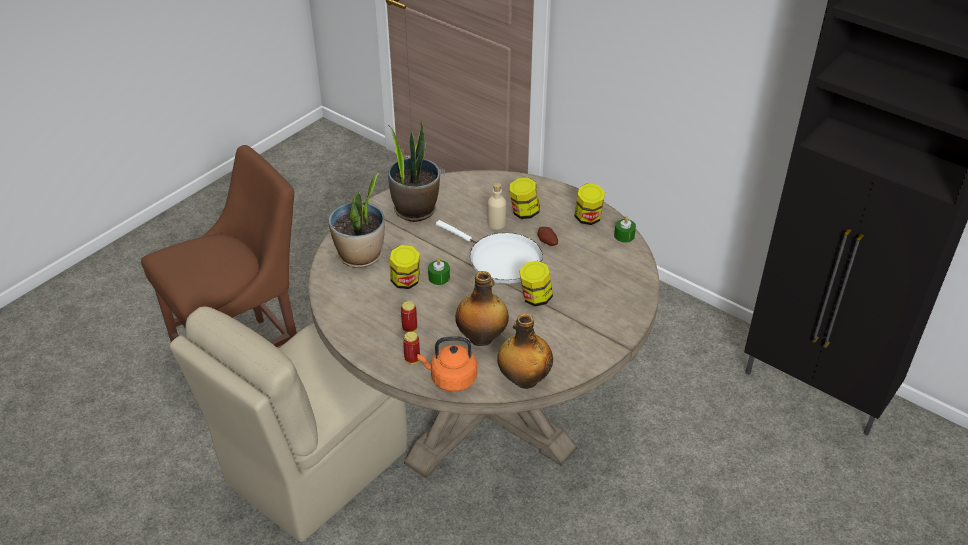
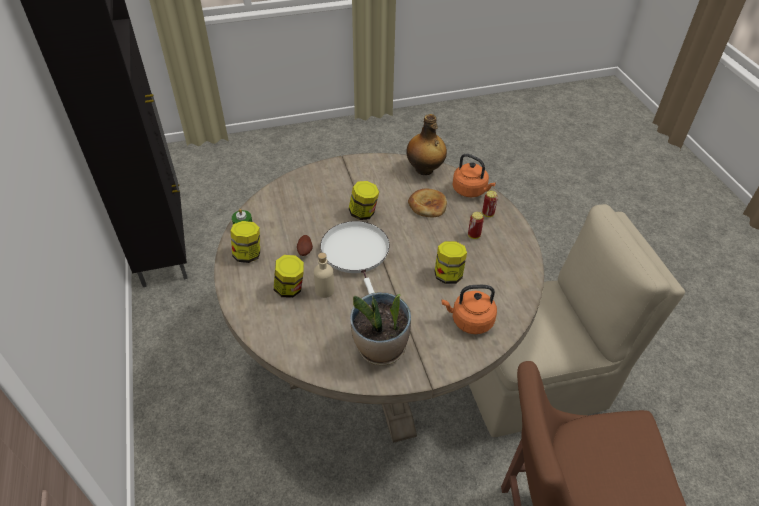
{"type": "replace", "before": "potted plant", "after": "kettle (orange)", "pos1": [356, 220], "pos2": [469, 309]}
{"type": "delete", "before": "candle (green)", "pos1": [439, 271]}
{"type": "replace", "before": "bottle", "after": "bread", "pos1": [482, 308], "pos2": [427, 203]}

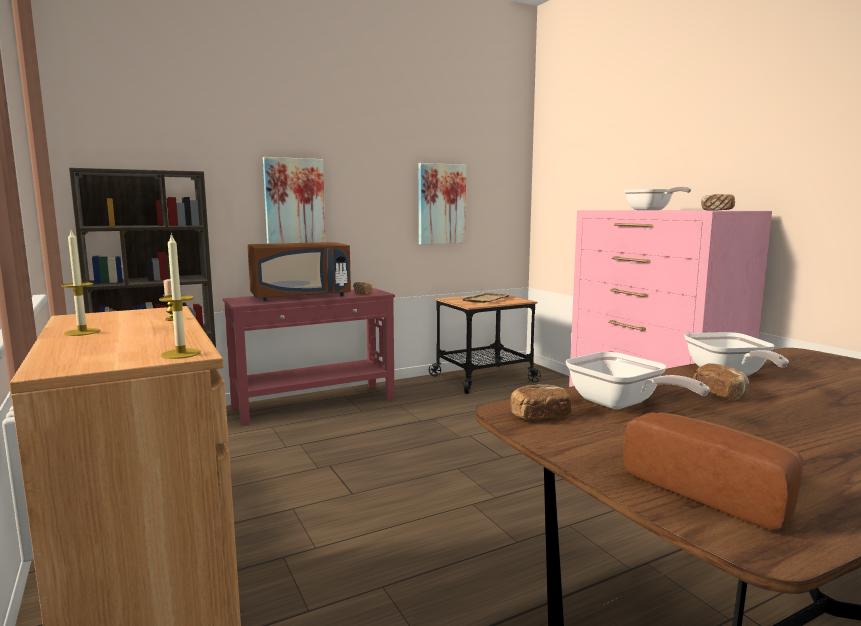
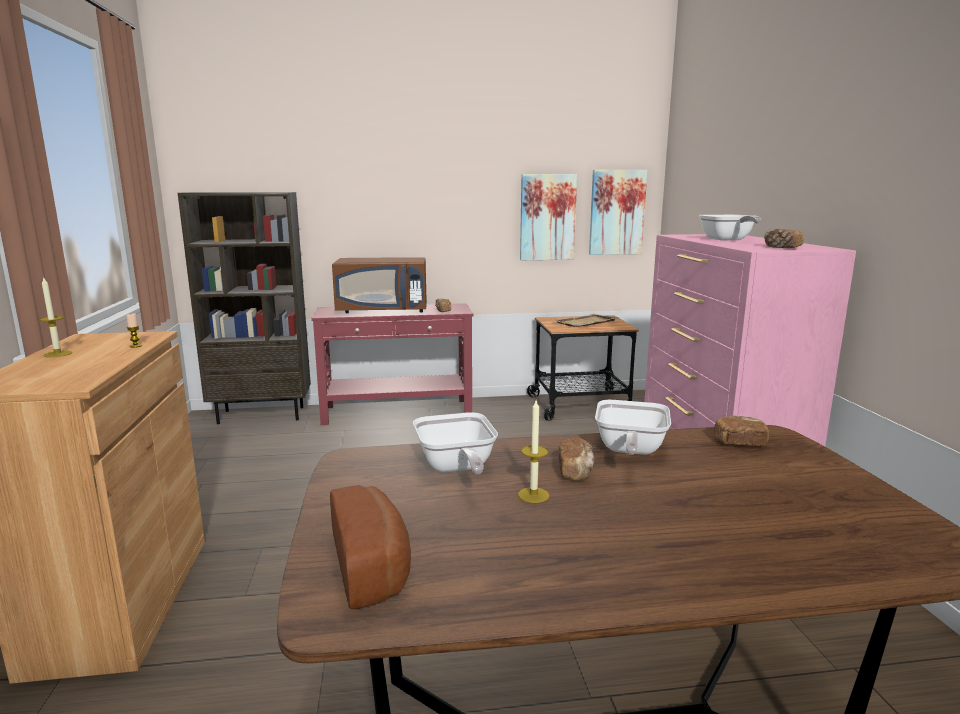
{"type": "move", "before": "picture", "pos1": [294, 200], "pos2": [618, 212]}
{"type": "move", "before": "candle", "pos1": [180, 296], "pos2": [533, 451]}
{"type": "move", "before": "bread", "pos1": [541, 402], "pos2": [741, 431]}

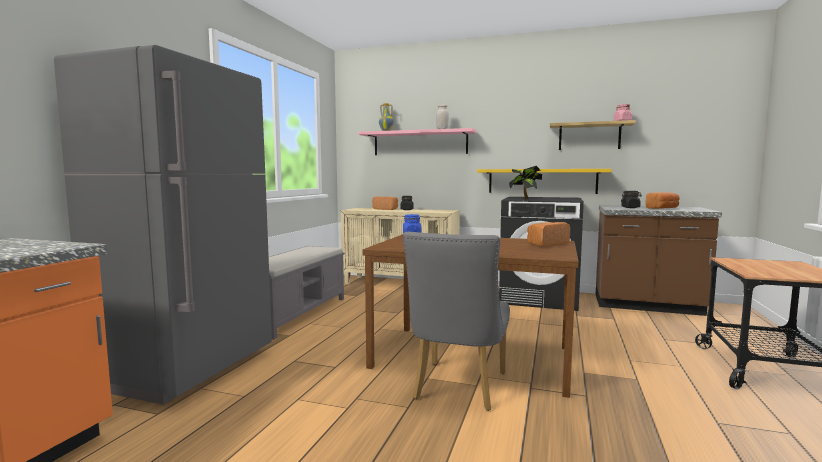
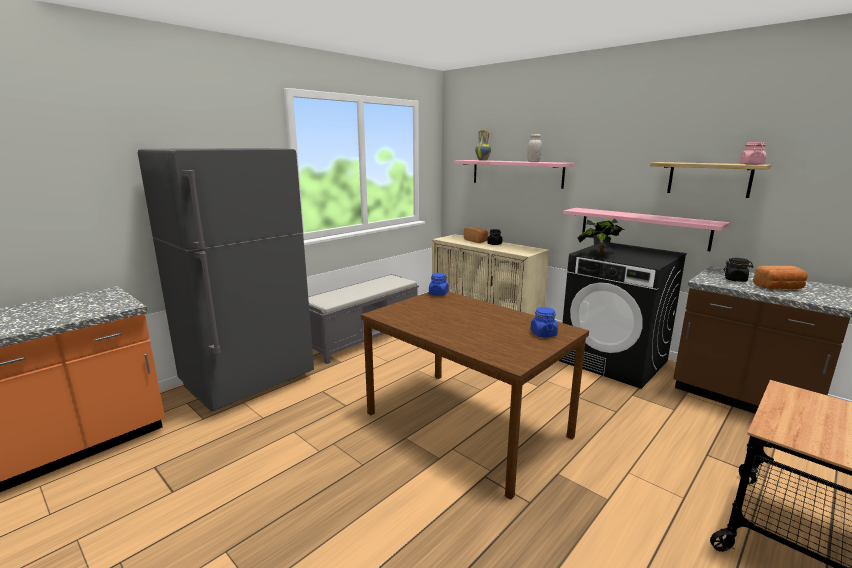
{"type": "recolor", "before": "shelf (yellow)", "after": "shelf (pink)", "pos1": [544, 181], "pos2": [646, 229]}
{"type": "replace", "before": "bread", "after": "jar (blue)", "pos1": [548, 234], "pos2": [544, 322]}
{"type": "delete", "before": "chair (grey)", "pos1": [456, 321]}

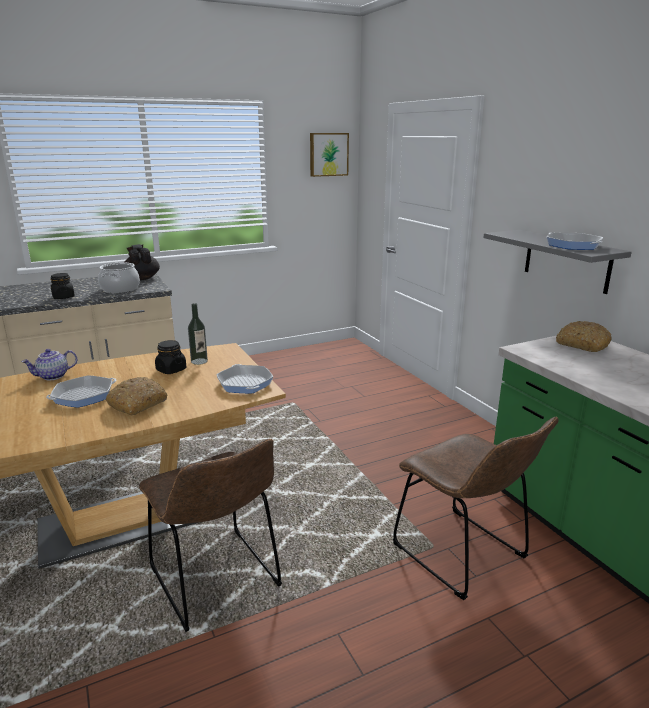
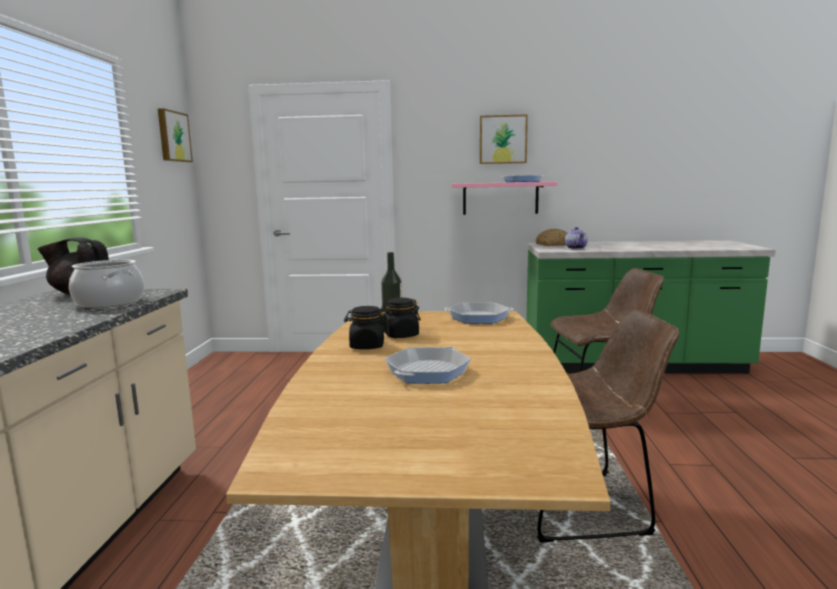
{"type": "recolor", "before": "shelf (grey)", "after": "shelf (pink)", "pos1": [557, 262], "pos2": [504, 198]}
{"type": "move", "before": "jar (black)", "pos1": [62, 286], "pos2": [366, 327]}
{"type": "move", "before": "teapot", "pos1": [49, 364], "pos2": [576, 238]}
{"type": "rotate", "before": "frying pan", "pos1": [81, 391], "pos2": [428, 365], "turn": 45}
{"type": "delete", "before": "bread", "pos1": [136, 396]}
{"type": "insert", "after": "picture", "pos2": [504, 139]}

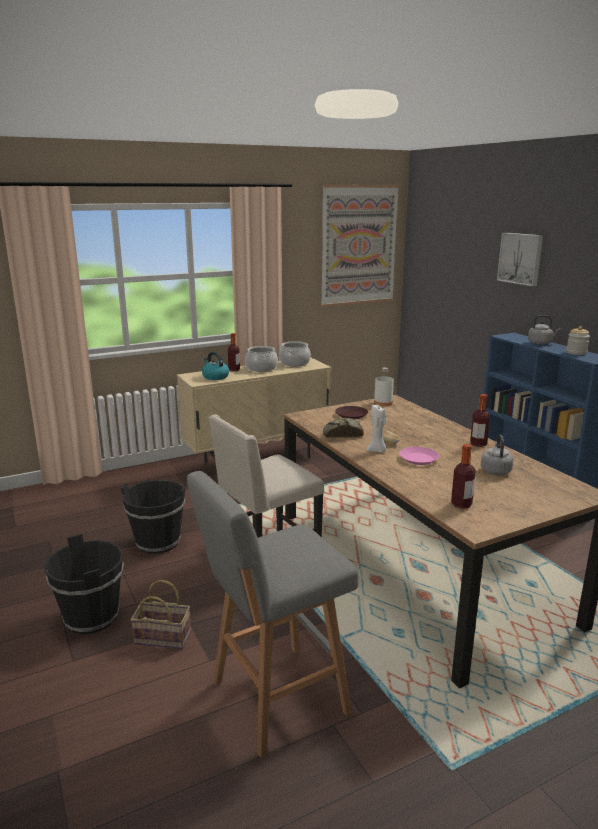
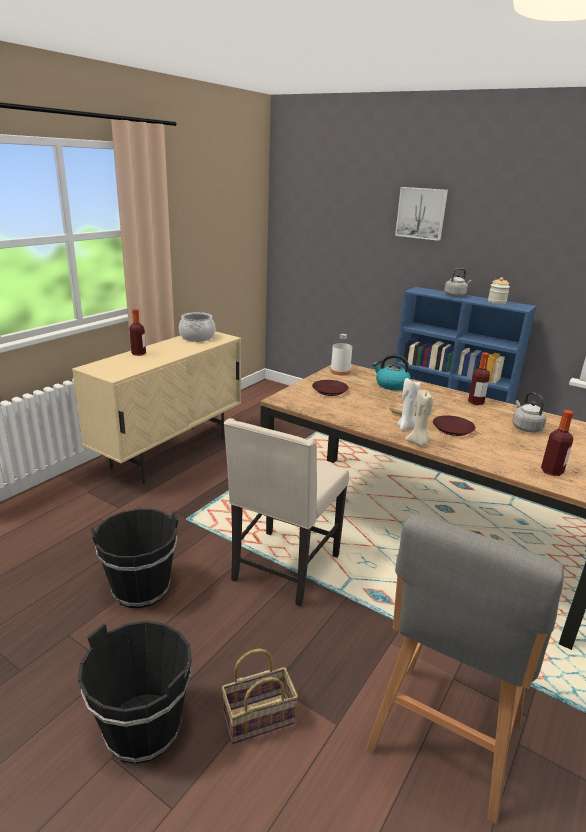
{"type": "delete", "before": "picture", "pos1": [360, 246]}
{"type": "delete", "before": "cooking pot", "pos1": [261, 359]}
{"type": "move", "before": "kettle", "pos1": [215, 366], "pos2": [391, 372]}
{"type": "delete", "before": "bread", "pos1": [343, 428]}
{"type": "recolor", "before": "plate (pink)", "after": "plate (brown)", "pos1": [419, 456], "pos2": [454, 425]}
{"type": "insert", "after": "candle (beige)", "pos2": [419, 418]}

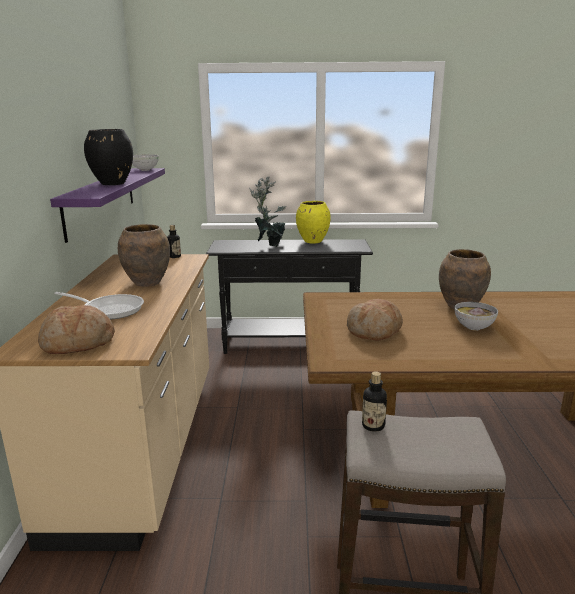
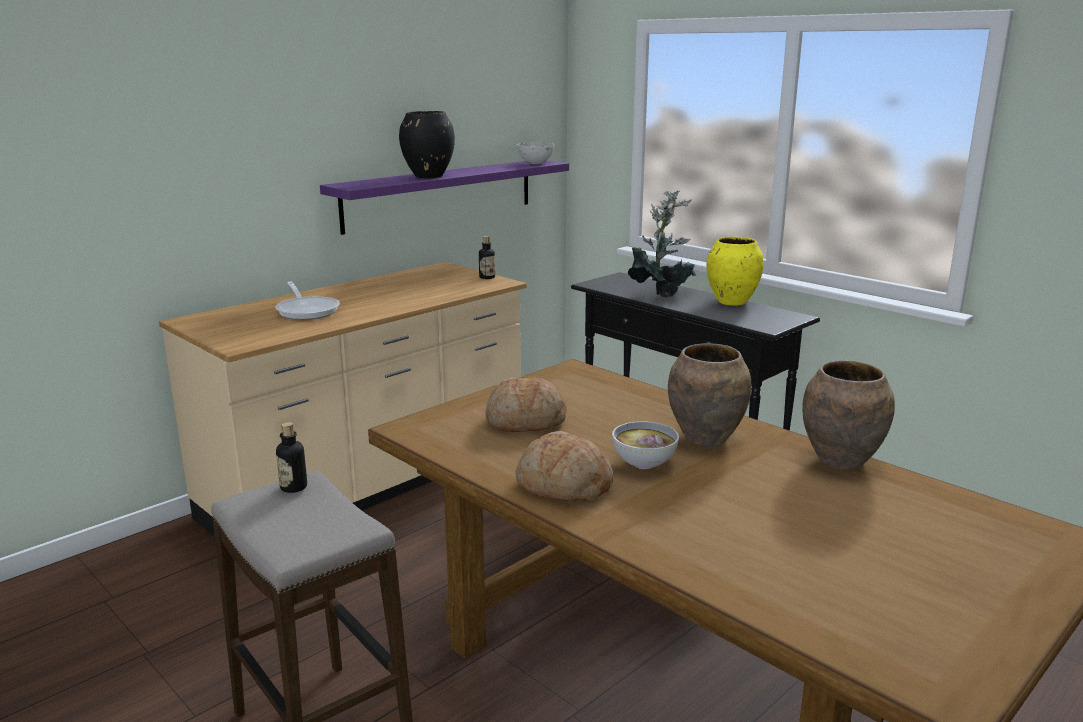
{"type": "move", "before": "vase (brown)", "pos1": [144, 255], "pos2": [848, 415]}
{"type": "move", "before": "bread", "pos1": [76, 329], "pos2": [564, 466]}

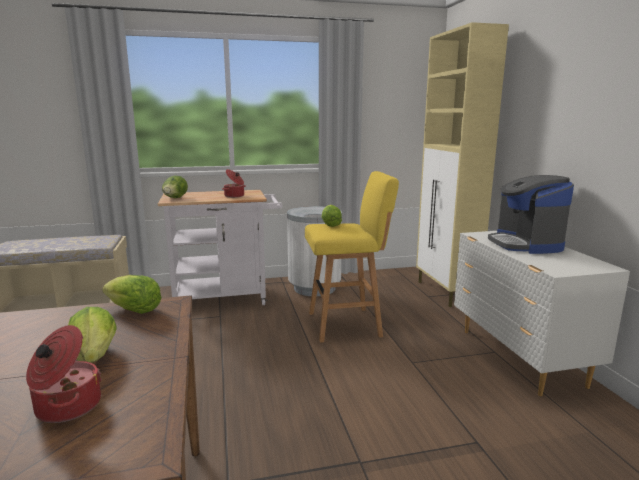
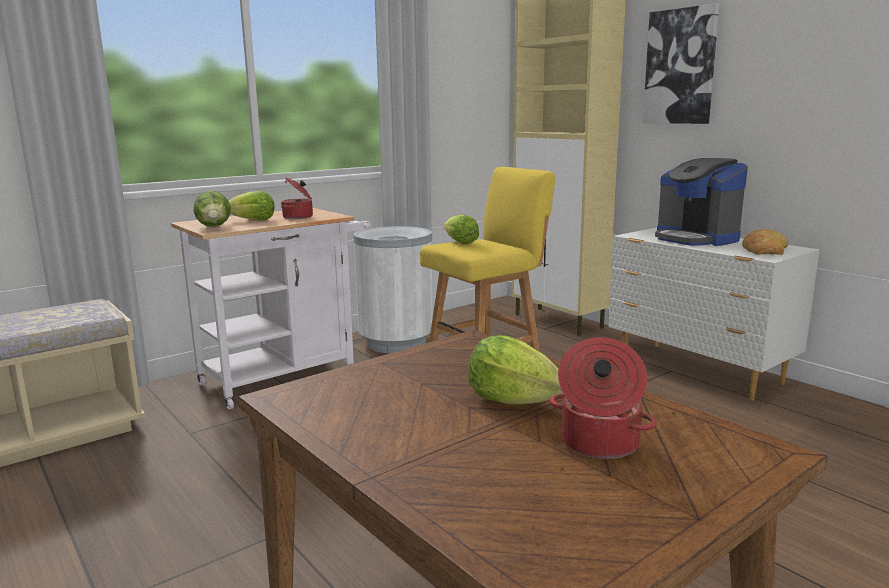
{"type": "move", "before": "lettuce", "pos1": [132, 294], "pos2": [251, 206]}
{"type": "insert", "after": "picture", "pos2": [681, 63]}
{"type": "insert", "after": "bread", "pos2": [765, 242]}

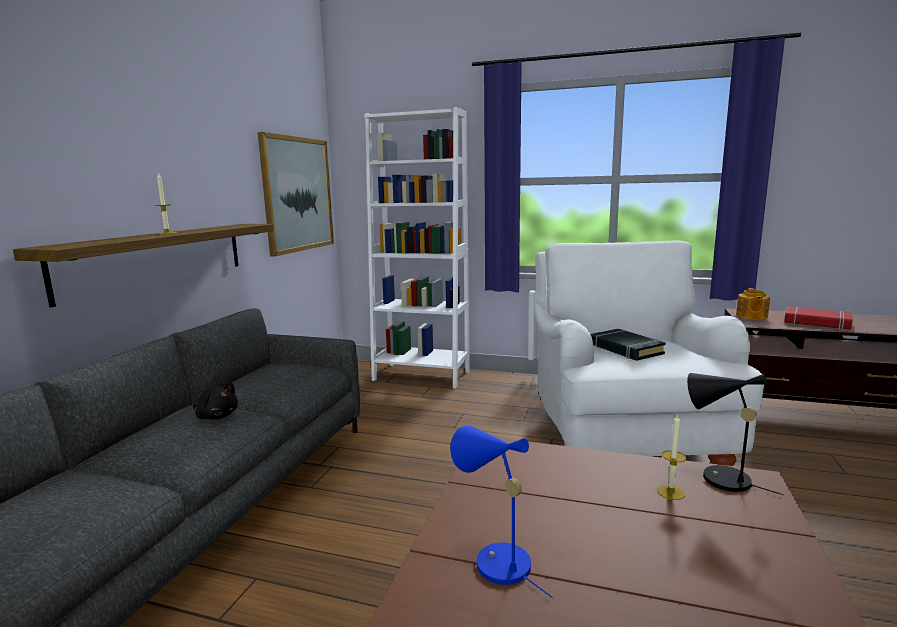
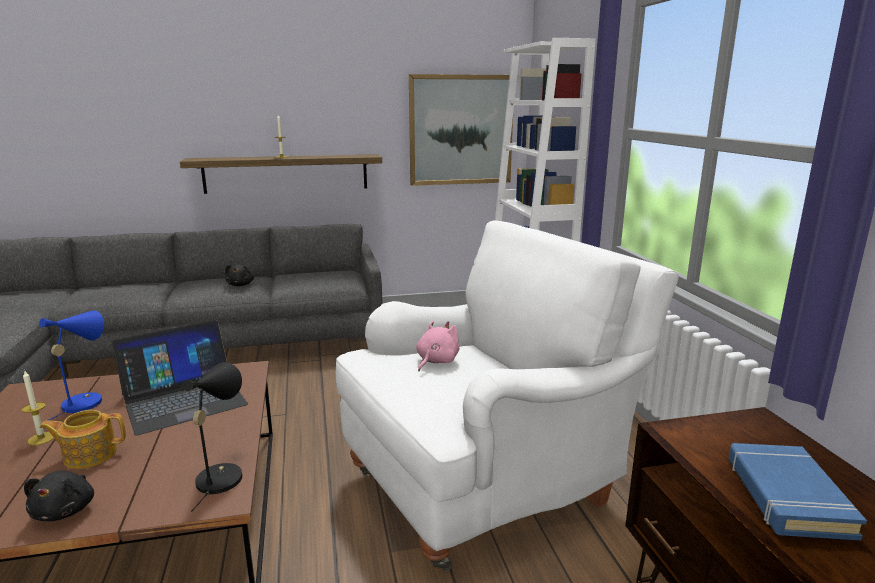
{"type": "move", "before": "teapot", "pos1": [753, 304], "pos2": [83, 439]}
{"type": "recolor", "before": "book (red)", "after": "book (blue)", "pos1": [818, 318], "pos2": [797, 491]}
{"type": "replace", "before": "book (black)", "after": "plush toy (pink)", "pos1": [628, 345], "pos2": [438, 345]}
{"type": "move", "before": "candle", "pos1": [671, 457], "pos2": [38, 408]}
{"type": "insert", "after": "laptop", "pos2": [180, 378]}
{"type": "insert", "after": "plush toy (black)", "pos2": [59, 496]}

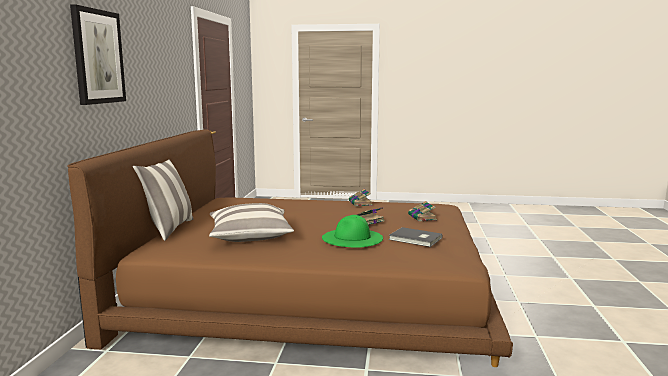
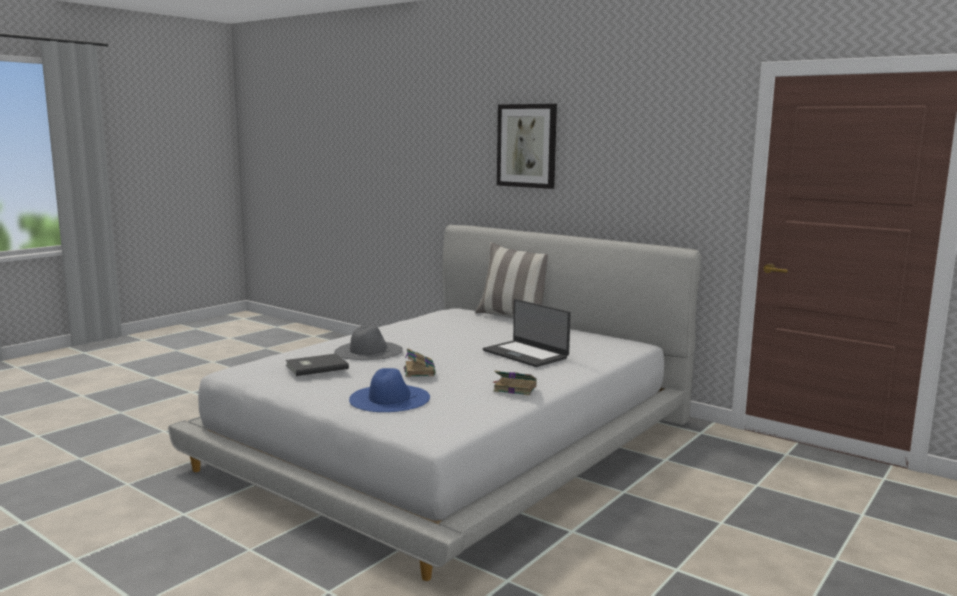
{"type": "recolor", "before": "bed (brown)", "after": "bed (white)", "pos1": [290, 248], "pos2": [434, 403]}
{"type": "replace", "before": "book", "after": "hat (blue)", "pos1": [422, 211], "pos2": [389, 390]}
{"type": "delete", "before": "pillow", "pos1": [251, 222]}
{"type": "recolor", "before": "hat (green)", "after": "hat (grey)", "pos1": [352, 231], "pos2": [368, 342]}
{"type": "insert", "after": "laptop", "pos2": [527, 333]}

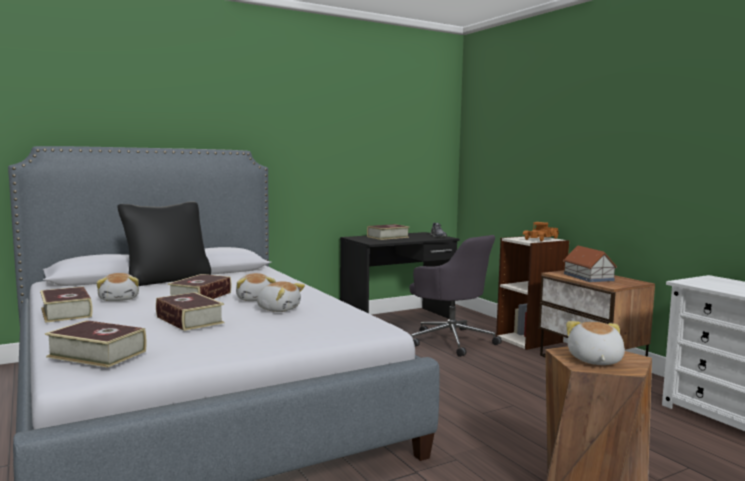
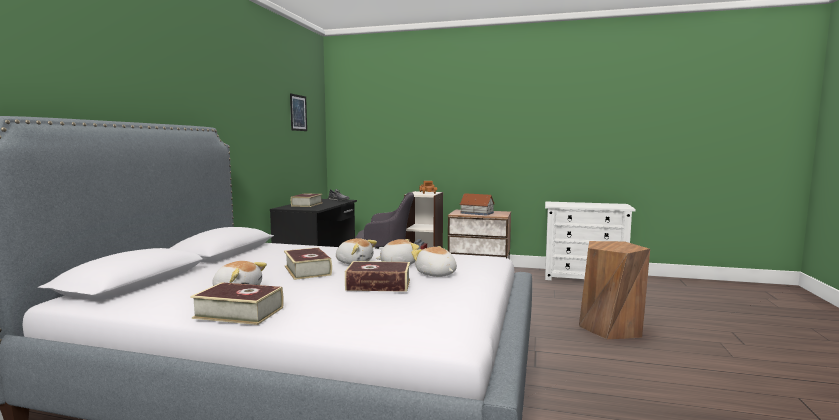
{"type": "delete", "before": "pillow (black)", "pos1": [164, 244]}
{"type": "delete", "before": "book", "pos1": [96, 344]}
{"type": "move", "before": "plush toy", "pos1": [595, 343], "pos2": [434, 261]}
{"type": "insert", "after": "picture", "pos2": [298, 112]}

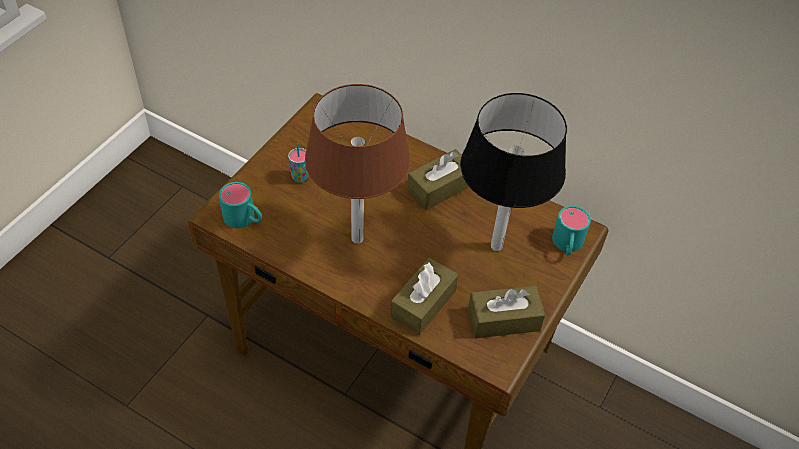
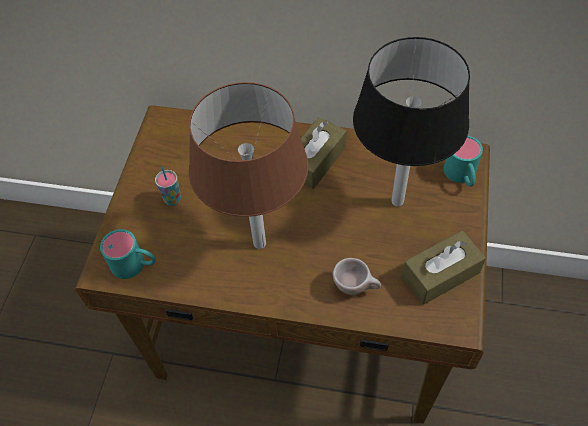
{"type": "replace", "before": "tissue box (brown)", "after": "cup (beige)", "pos1": [424, 296], "pos2": [357, 276]}

